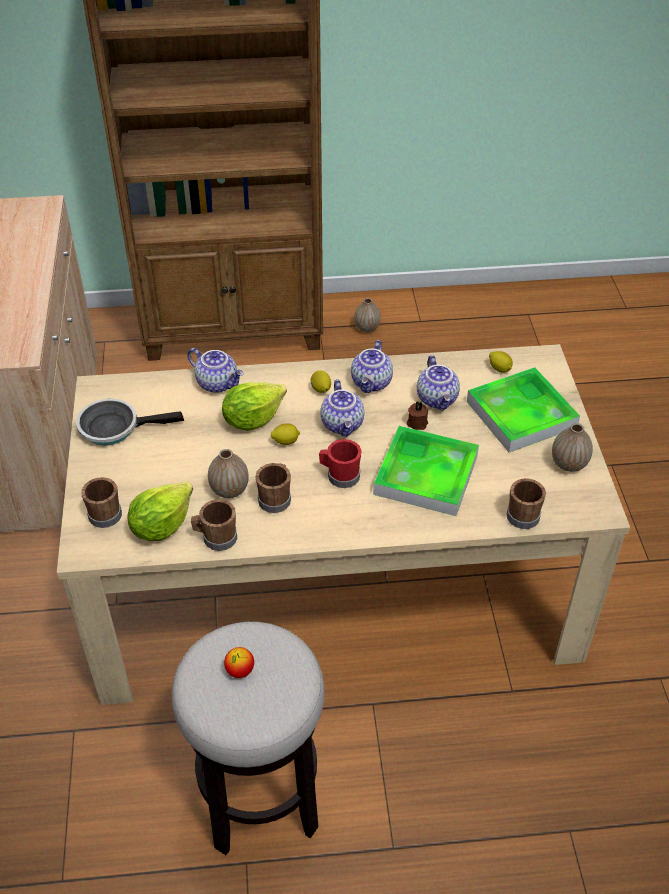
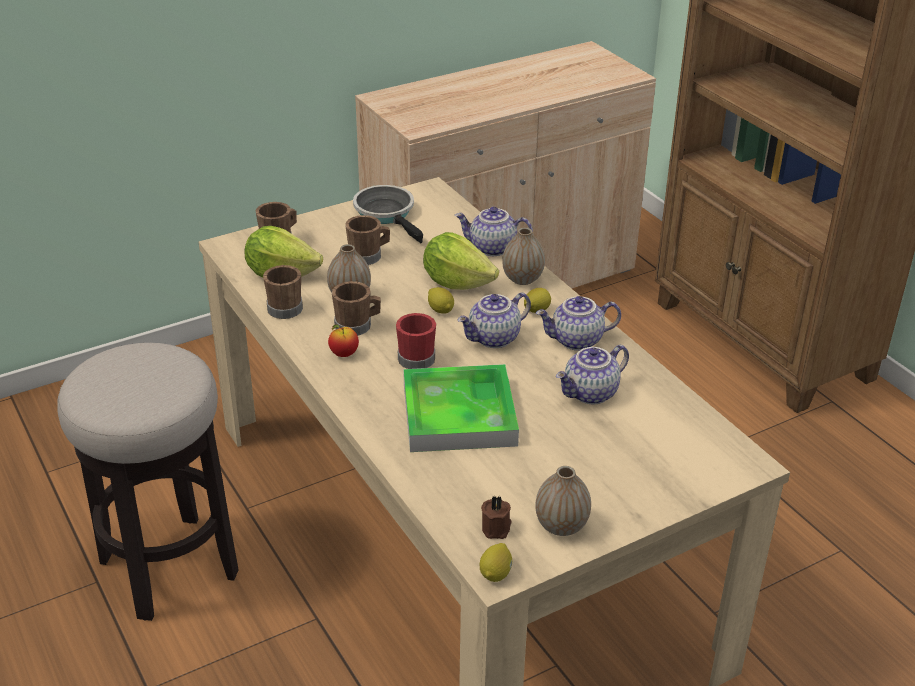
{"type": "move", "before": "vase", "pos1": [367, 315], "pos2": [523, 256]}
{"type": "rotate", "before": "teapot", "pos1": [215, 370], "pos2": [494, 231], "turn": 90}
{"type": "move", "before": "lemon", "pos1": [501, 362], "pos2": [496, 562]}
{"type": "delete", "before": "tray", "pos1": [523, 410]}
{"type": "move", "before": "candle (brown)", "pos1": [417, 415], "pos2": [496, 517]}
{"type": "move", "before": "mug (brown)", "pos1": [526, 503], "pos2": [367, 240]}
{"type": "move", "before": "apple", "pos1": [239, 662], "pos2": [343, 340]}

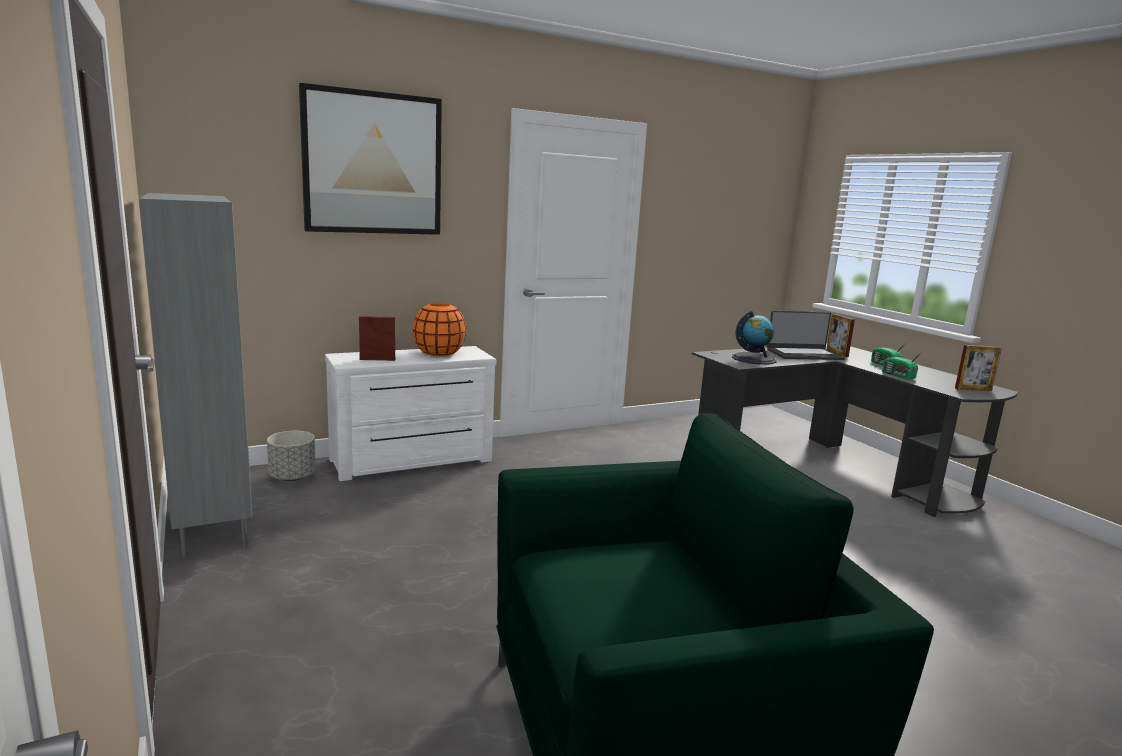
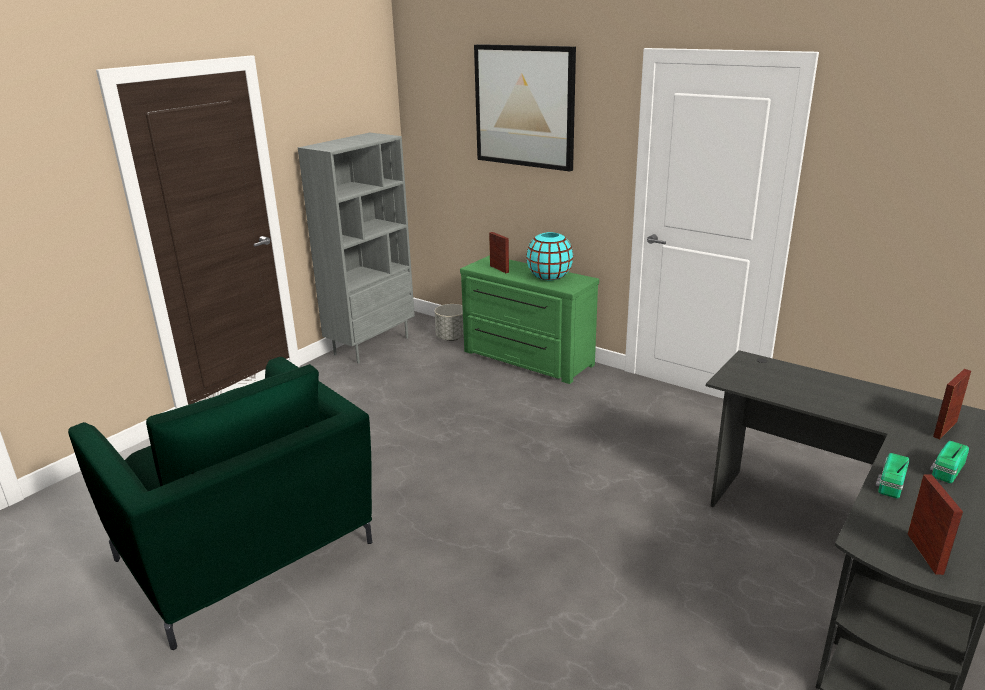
{"type": "recolor", "before": "vase (orange)", "after": "vase (turquoise)", "pos1": [439, 329], "pos2": [550, 256]}
{"type": "delete", "before": "globe", "pos1": [754, 338]}
{"type": "delete", "before": "laptop", "pos1": [806, 335]}
{"type": "rotate", "before": "picture frame", "pos1": [978, 368], "pos2": [935, 524], "turn": -150}
{"type": "recolor", "before": "dresser (white)", "after": "dresser (green)", "pos1": [410, 413], "pos2": [529, 319]}

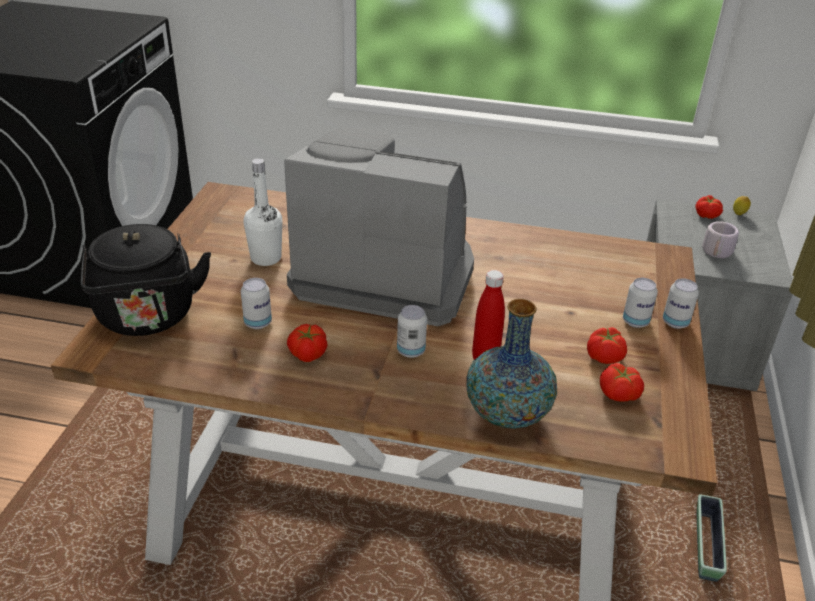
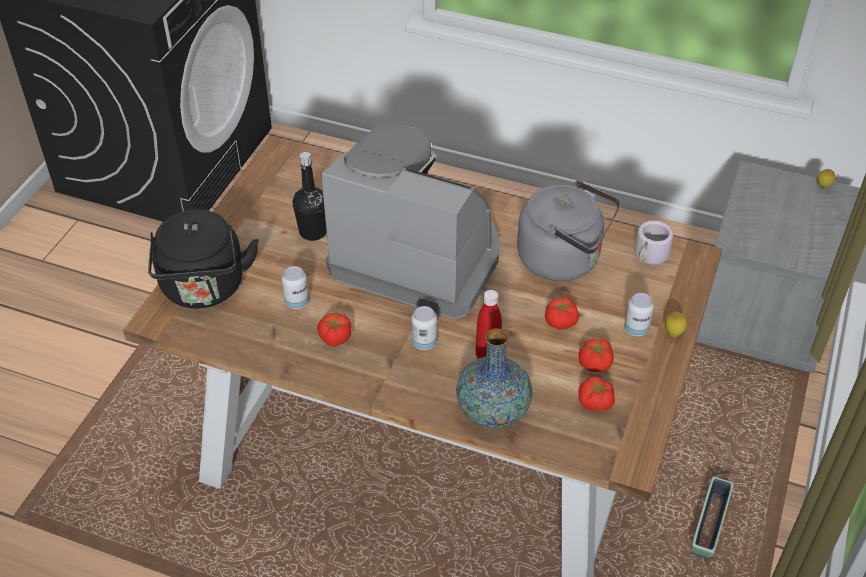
{"type": "recolor", "before": "bottle (white)", "after": "bottle (black)", "pos1": [262, 212], "pos2": [309, 196]}
{"type": "move", "before": "tomato", "pos1": [709, 207], "pos2": [562, 312]}
{"type": "move", "before": "mug (grey)", "pos1": [720, 239], "pos2": [657, 243]}
{"type": "replace", "before": "can", "after": "lemon", "pos1": [681, 303], "pos2": [676, 324]}
{"type": "insert", "after": "kettle (grey)", "pos2": [568, 231]}

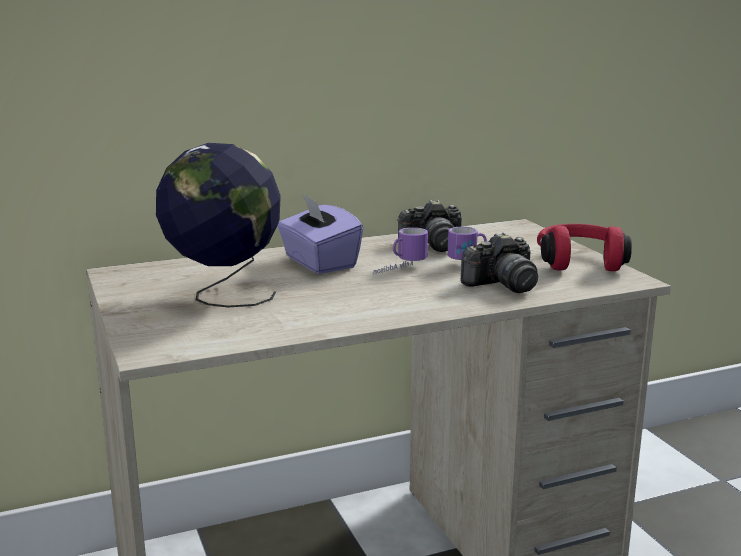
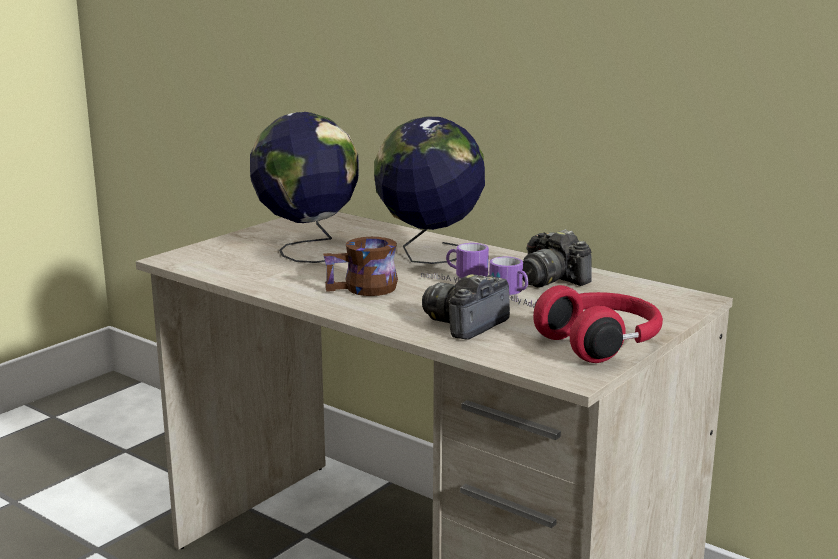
{"type": "replace", "before": "tissue box (purple)", "after": "globe", "pos1": [320, 233], "pos2": [429, 190]}
{"type": "rotate", "before": "photo camera", "pos1": [499, 262], "pos2": [466, 306], "turn": 90}
{"type": "insert", "after": "mug (brown)", "pos2": [360, 266]}

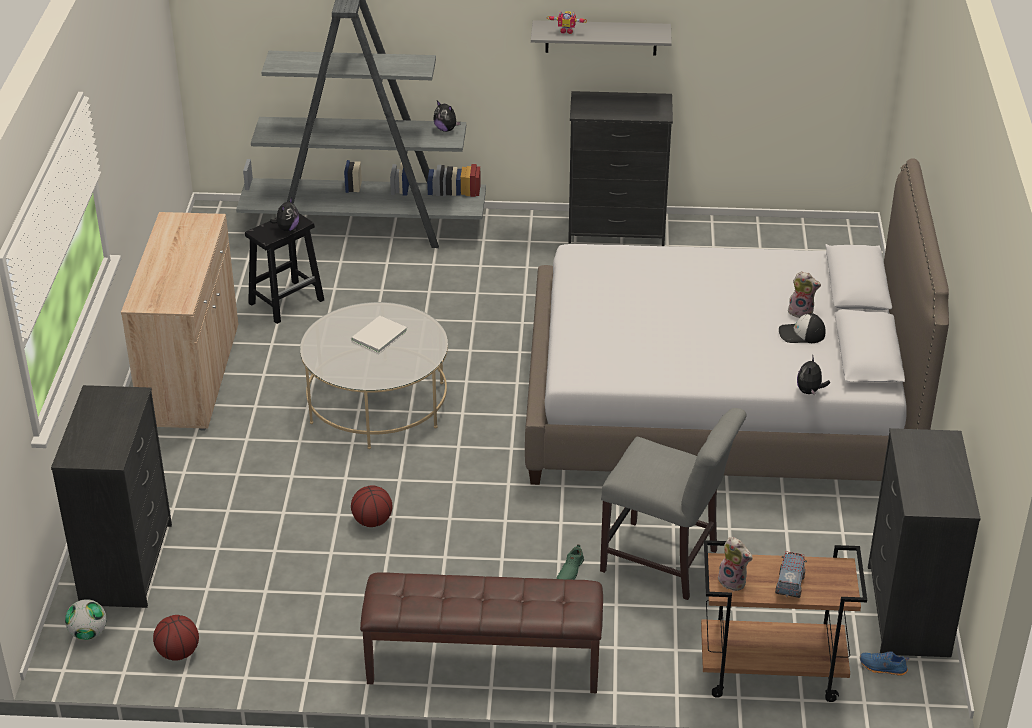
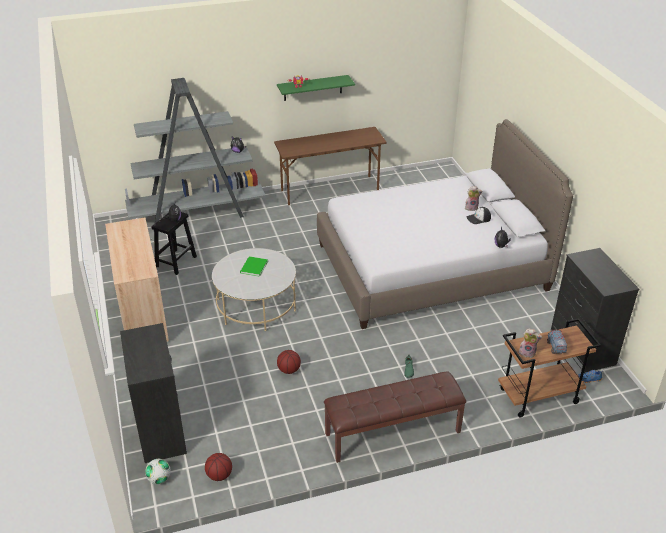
{"type": "recolor", "before": "shelf (grey)", "after": "shelf (green)", "pos1": [601, 37], "pos2": [316, 88]}
{"type": "replace", "before": "dresser (black)", "after": "desk (brown)", "pos1": [620, 168], "pos2": [330, 166]}
{"type": "recolor", "before": "book (white)", "after": "book (green)", "pos1": [379, 334], "pos2": [254, 266]}
{"type": "delete", "before": "chair (grey)", "pos1": [673, 504]}

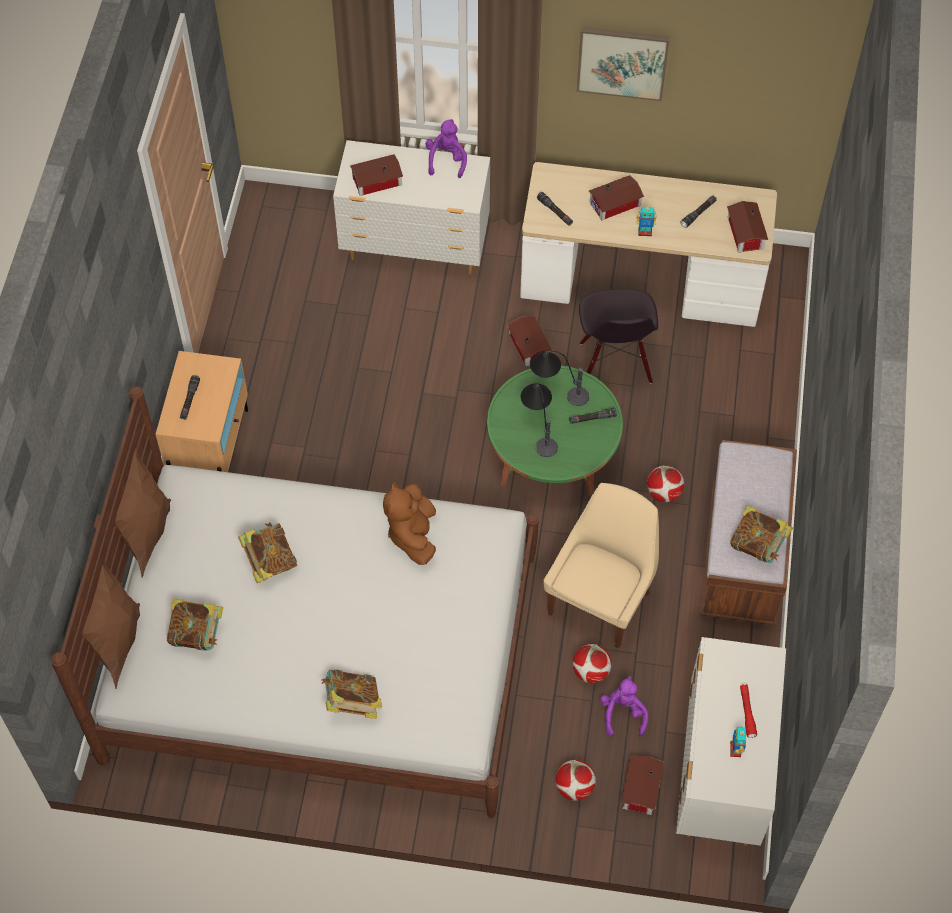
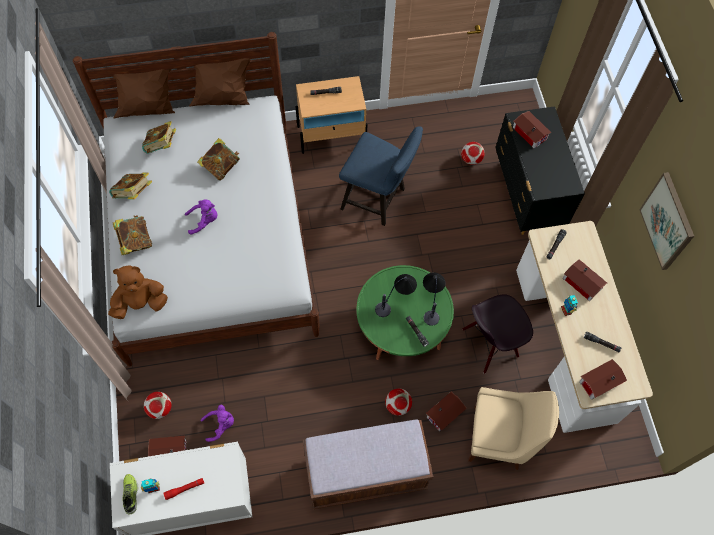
{"type": "move", "before": "plush toy (purple)", "pos1": [446, 148], "pos2": [201, 217]}
{"type": "recolor", "before": "dresser (white)", "after": "dresser (black)", "pos1": [411, 207], "pos2": [540, 170]}
{"type": "move", "before": "toy house", "pos1": [529, 341], "pos2": [446, 412]}
{"type": "move", "before": "plush toy (brown)", "pos1": [409, 523], "pos2": [138, 292]}
{"type": "move", "before": "chair (beige)", "pos1": [601, 566], "pos2": [513, 428]}
{"type": "move", "before": "book", "pos1": [761, 534], "pos2": [130, 186]}
{"type": "move", "before": "football", "pos1": [592, 663], "pos2": [473, 153]}
{"type": "insert", "after": "chair (blue)", "pos2": [381, 176]}
{"type": "insert", "after": "shoe", "pos2": [131, 494]}

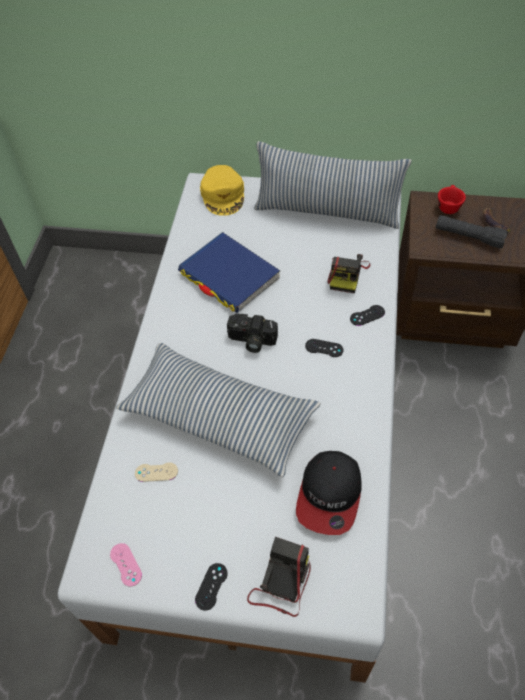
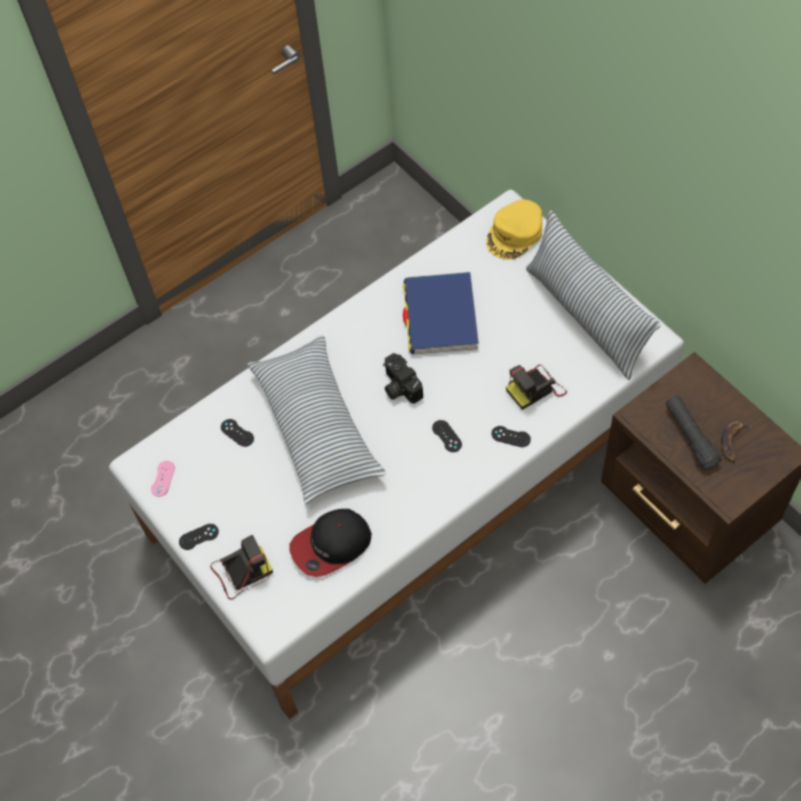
{"type": "delete", "before": "cup (red)", "pos1": [452, 199]}
{"type": "recolor", "before": "game controller (beige)", "after": "game controller (black)", "pos1": [156, 472], "pos2": [237, 433]}

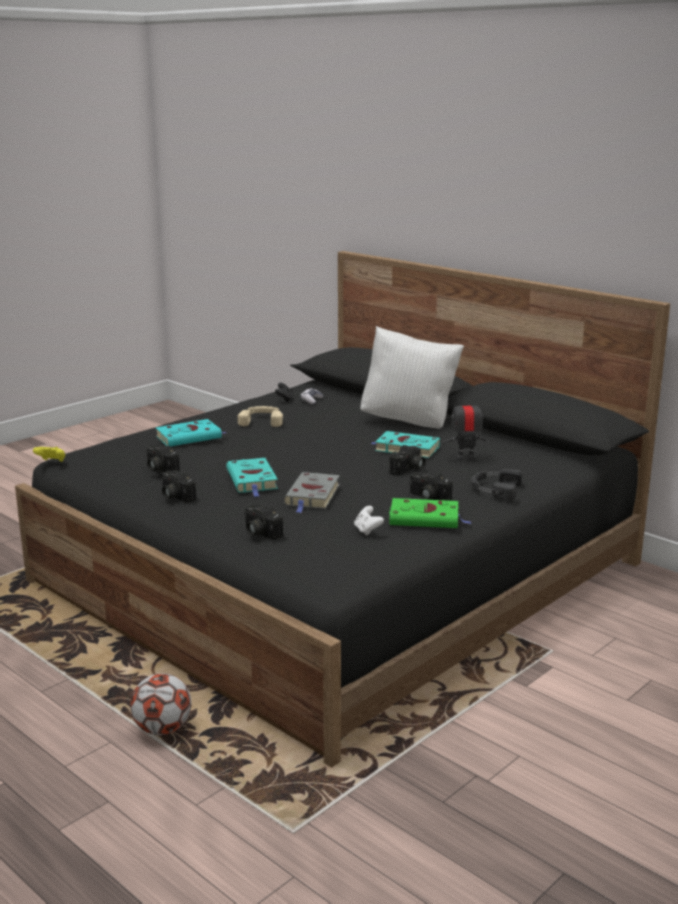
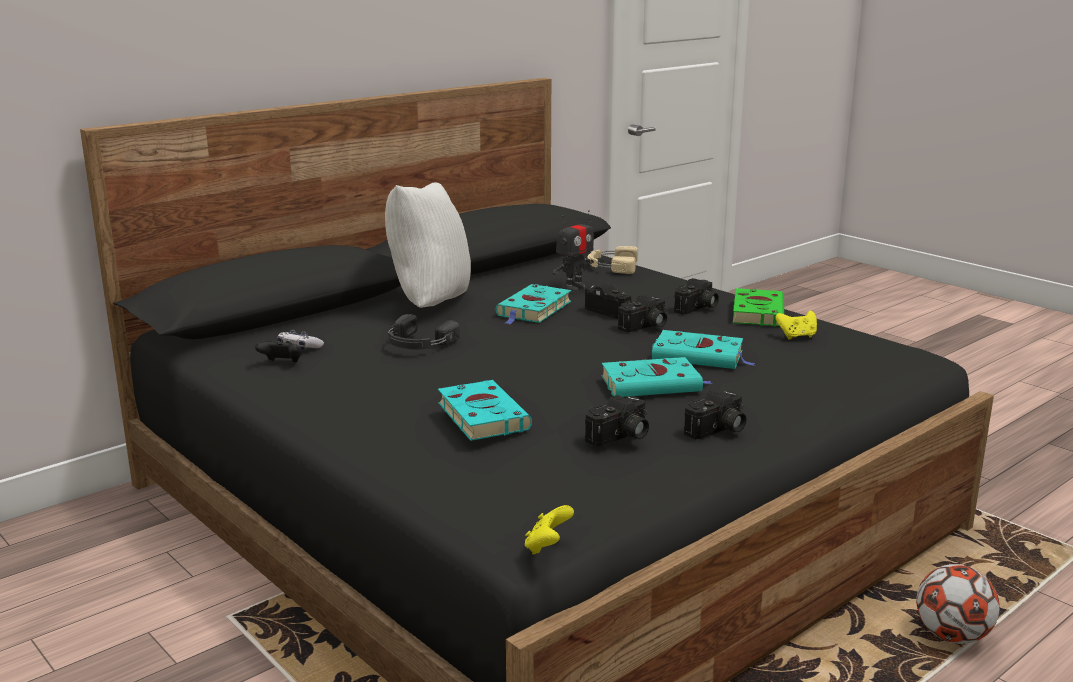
{"type": "rotate", "before": "toy robot", "pos1": [467, 428], "pos2": [573, 251], "turn": -135}
{"type": "move", "before": "headphones (beige)", "pos1": [260, 416], "pos2": [612, 260]}
{"type": "move", "before": "headphones (black)", "pos1": [496, 484], "pos2": [424, 332]}
{"type": "recolor", "before": "book (grey)", "after": "book (turquoise)", "pos1": [312, 492], "pos2": [703, 349]}
{"type": "move", "before": "photo camera", "pos1": [263, 522], "pos2": [642, 313]}
{"type": "recolor", "before": "game controller (white)", "after": "game controller (yellow)", "pos1": [369, 521], "pos2": [796, 325]}

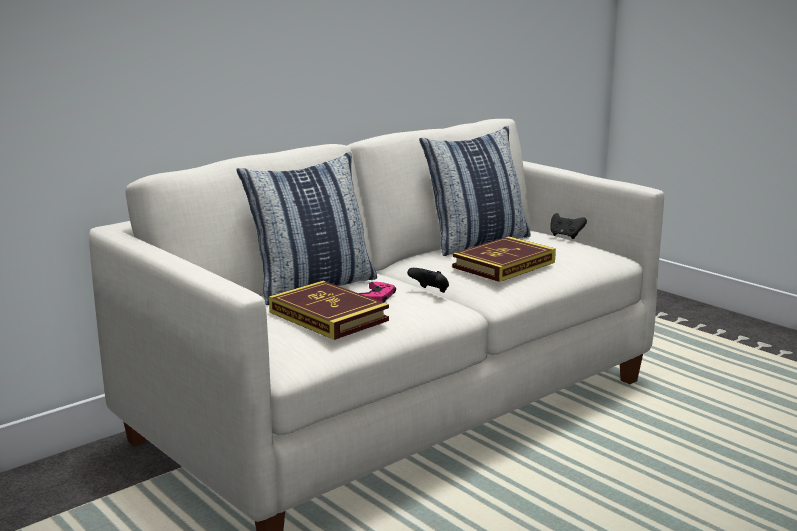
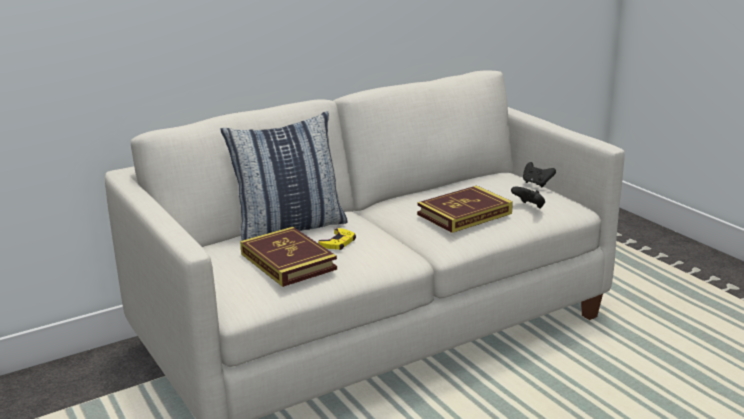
{"type": "delete", "before": "pillow", "pos1": [475, 191]}
{"type": "move", "before": "game controller (black)", "pos1": [428, 280], "pos2": [528, 197]}
{"type": "recolor", "before": "game controller (pink)", "after": "game controller (yellow)", "pos1": [377, 292], "pos2": [337, 239]}

